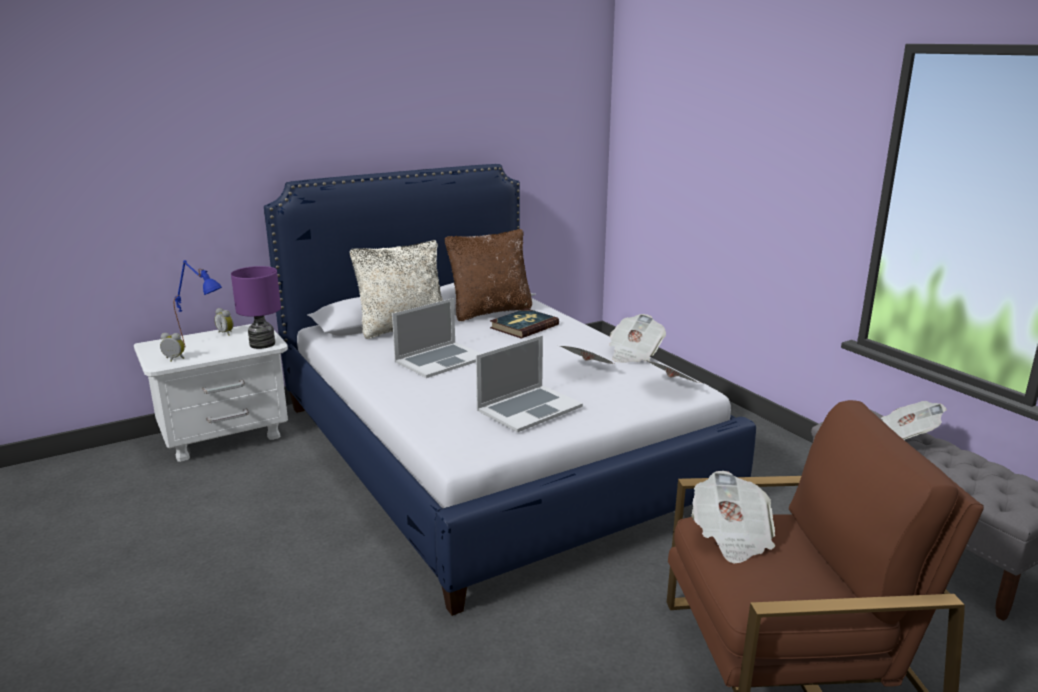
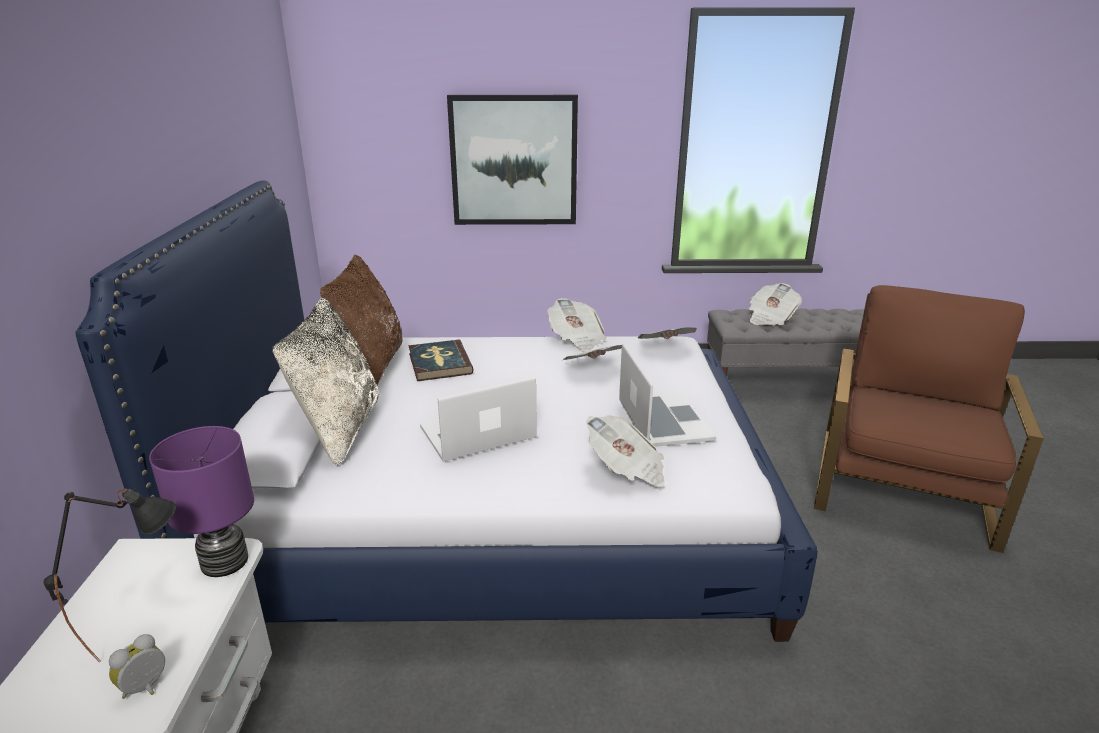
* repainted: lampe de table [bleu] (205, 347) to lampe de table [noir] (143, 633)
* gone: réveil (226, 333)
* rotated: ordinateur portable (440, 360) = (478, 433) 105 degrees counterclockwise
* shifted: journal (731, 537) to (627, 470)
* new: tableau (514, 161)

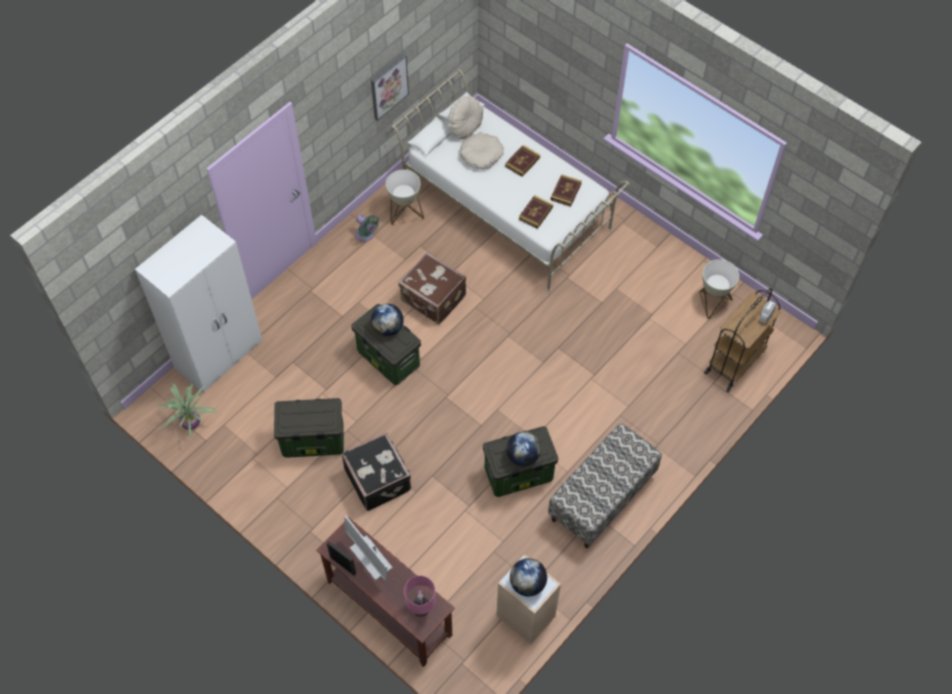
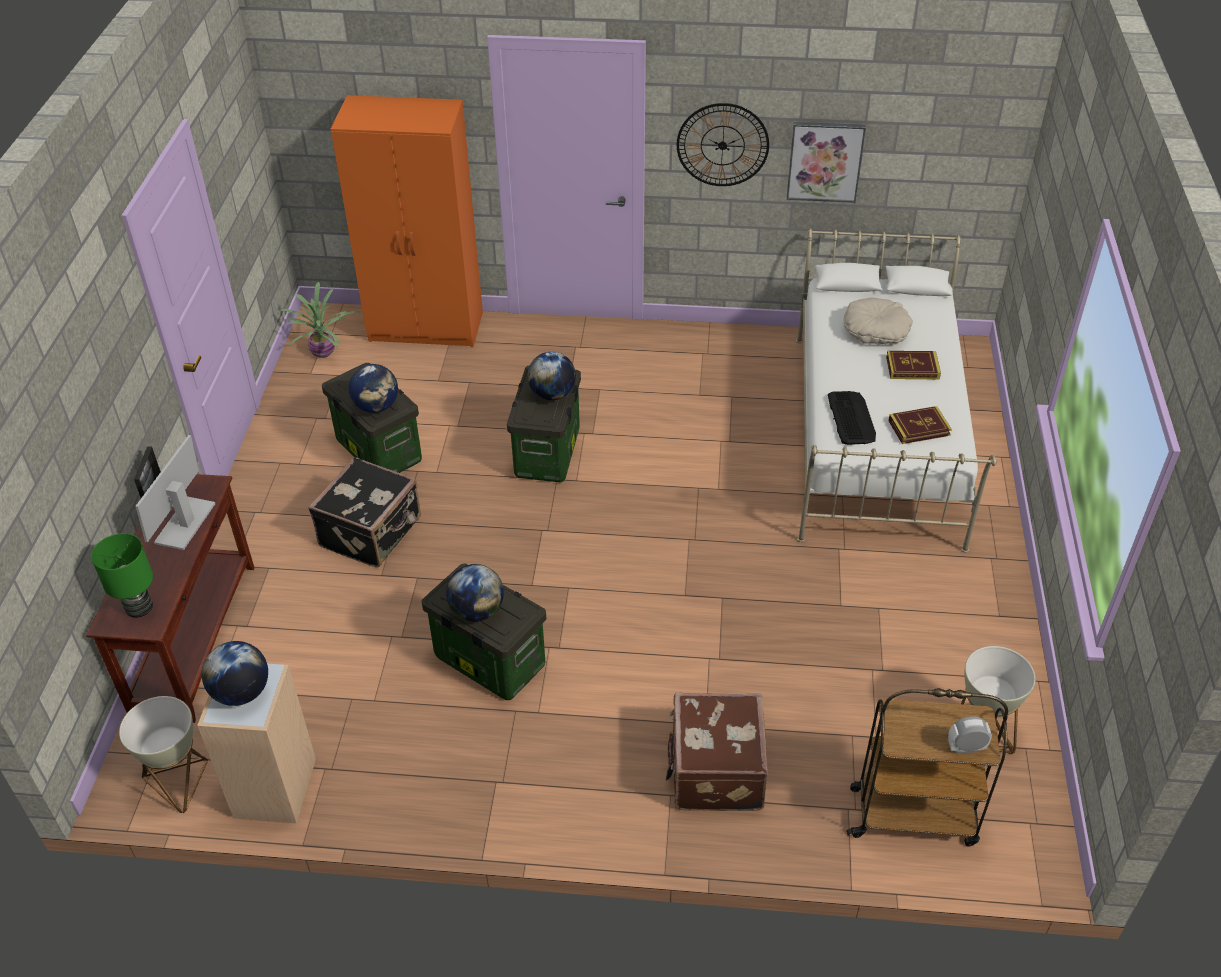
* repainted: armoire [blanc] (220, 355) to armoire [orange] (427, 328)
* gone: ventilateur [vert] (366, 235)
* shifted: cache-pot (405, 213) to (180, 782)
* shifted: valise [marron] (433, 299) to (714, 772)
* repainted: lampe de table [rose] (421, 608) to lampe de table [vert] (139, 607)
* gone: coussin [beige] (465, 129)
* swapped: livre (535, 213) to clavier (851, 418)
* gone: banc (602, 498)
* new: globe (376, 407)
* new: horloge murale (722, 145)

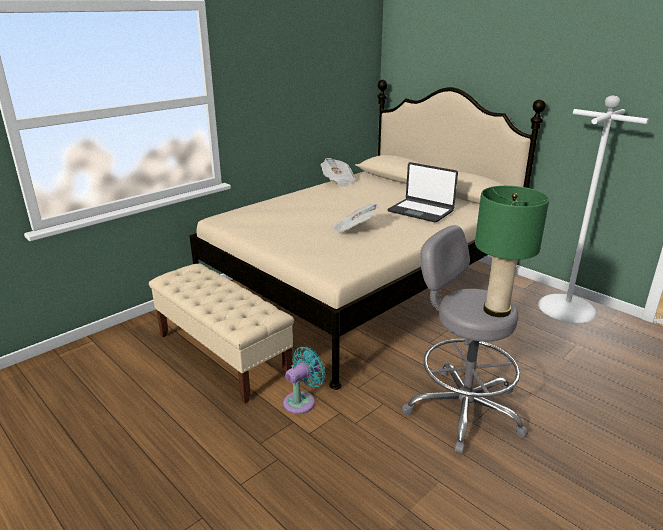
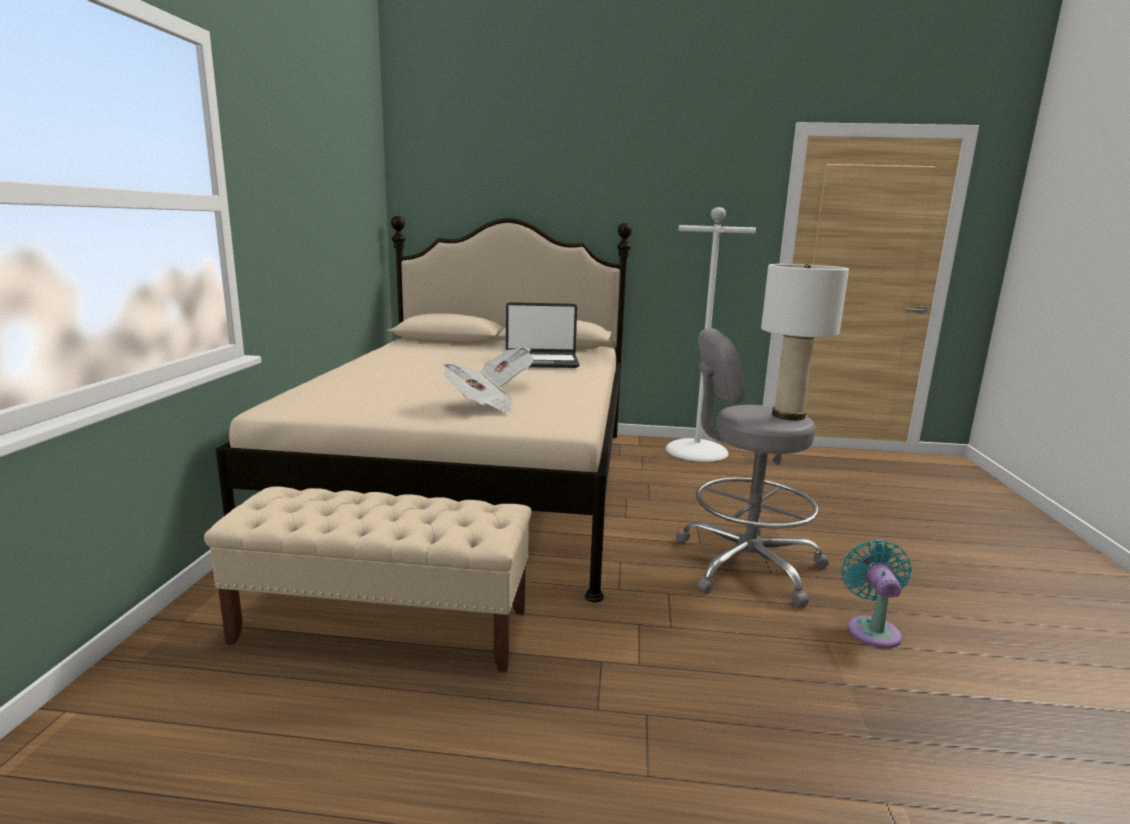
* shifted: ventilateur [turquoise] (302, 401) to (872, 629)
* shifted: journal (338, 181) to (480, 407)
* repainted: lampe de table [vert] (496, 310) to lampe de table [blanc] (788, 415)

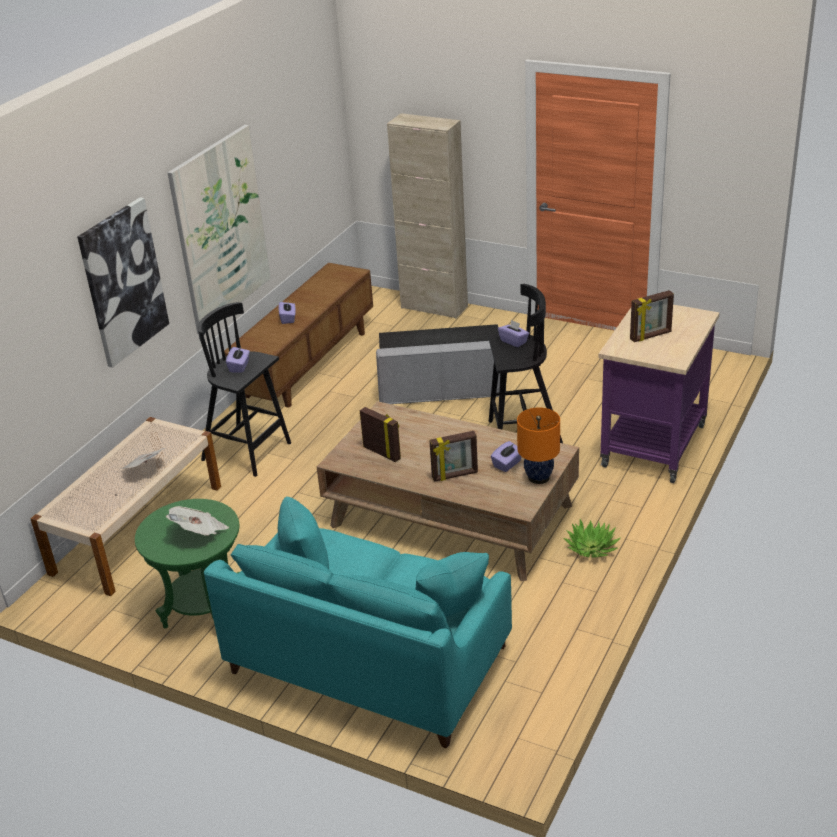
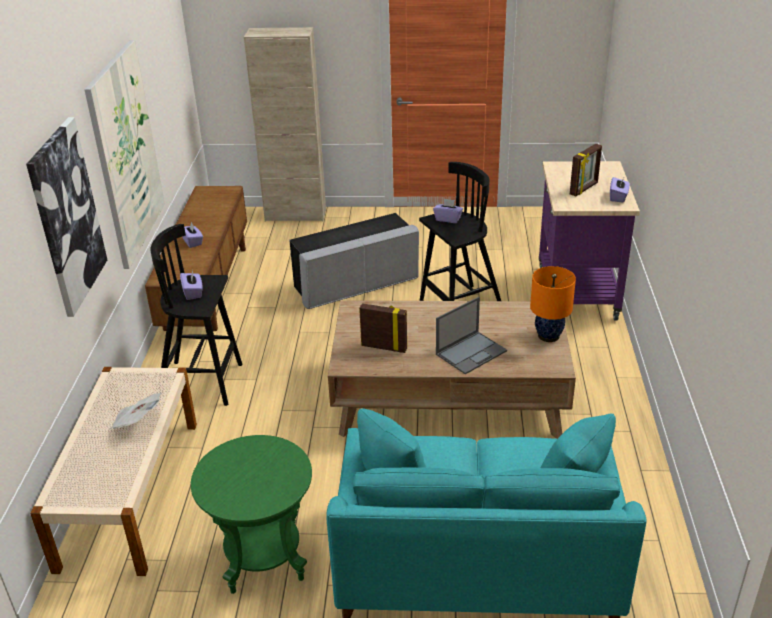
* gone: journal (200, 532)
* swapped: cadre photo (455, 475) to ordinateur portable (471, 352)
* shifted: boîte à mouchoirs [violet] (507, 464) to (618, 197)
* gone: plante en pot (591, 548)

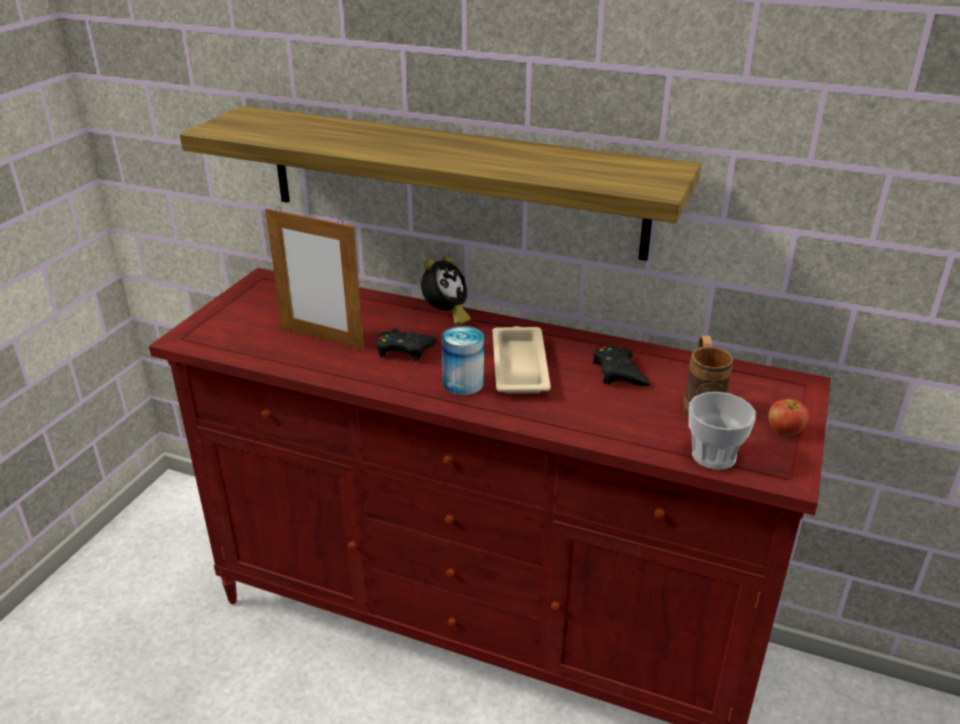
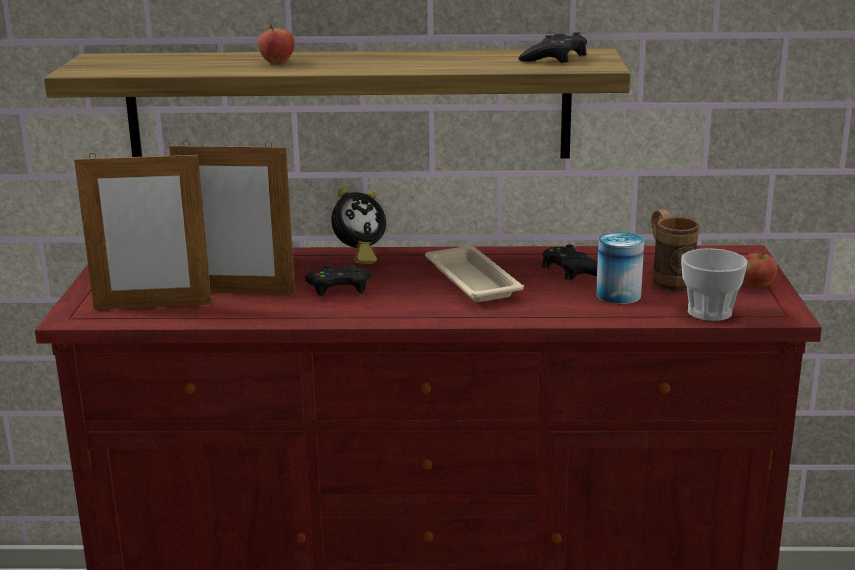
* rotated: réveil (446, 315) = (358, 255) 45 degrees clockwise
* shifted: boîte métallique (463, 383) to (618, 295)
* new: cadre photo (153, 306)
* new: pomme (277, 62)
* new: manette [noir] (555, 58)

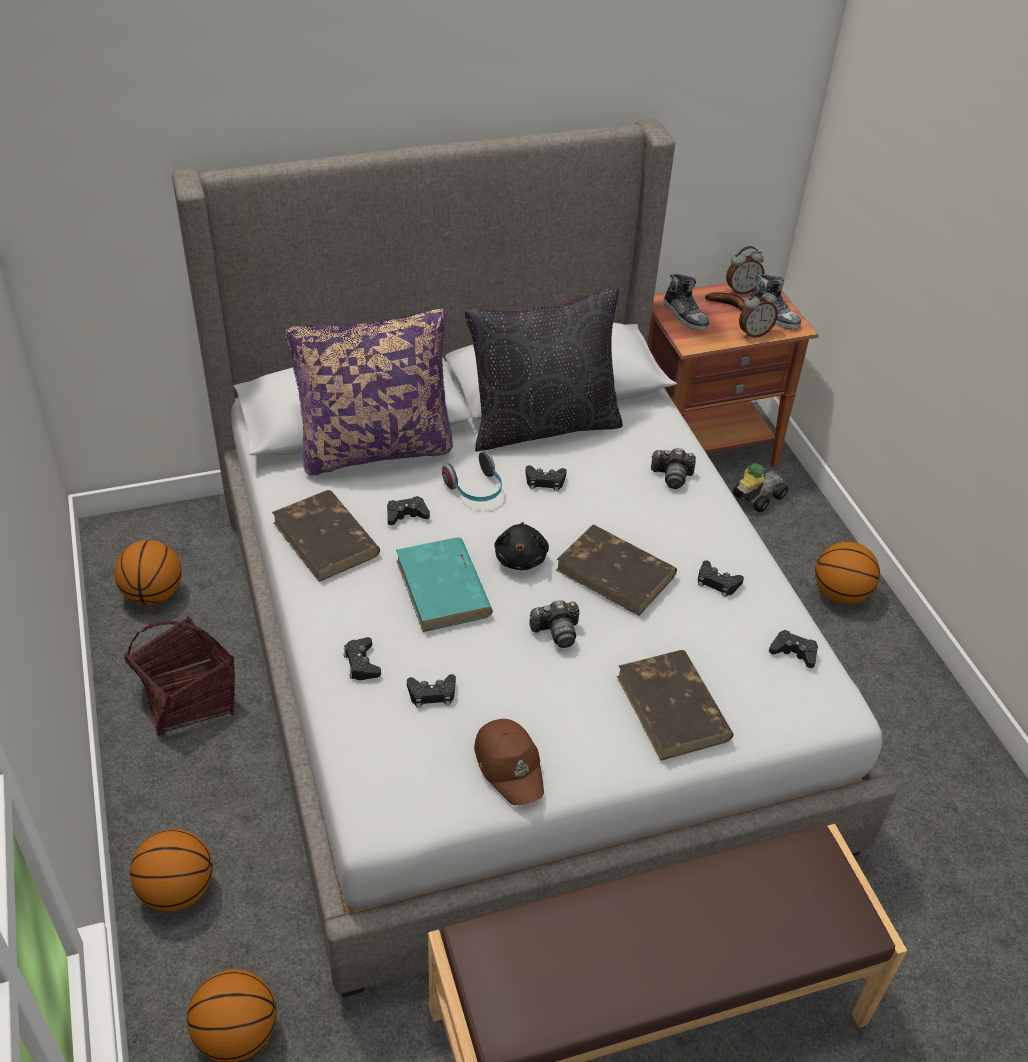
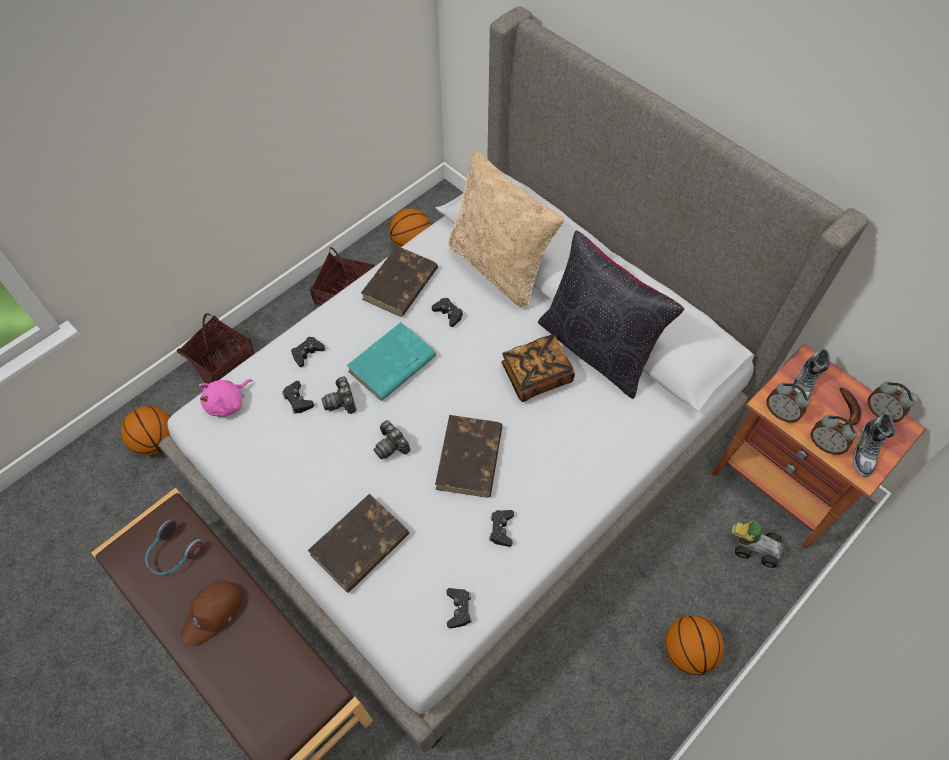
* swapped: ballon de basket (177, 890) to panier (225, 368)
* repainted: coussin [violet] (377, 452) to coussin [beige] (498, 270)
* shifted: casque audio (475, 489) to (173, 554)
* shifted: casquette [marron] (510, 765) to (214, 613)
* gone: peluche [noir] (521, 558)
* swapped: manette [noir] (545, 481) to livre (536, 376)
* shifted: appareil photo (672, 476) to (341, 401)
* new: peluche [rose] (228, 403)
* new: réveil (780, 413)

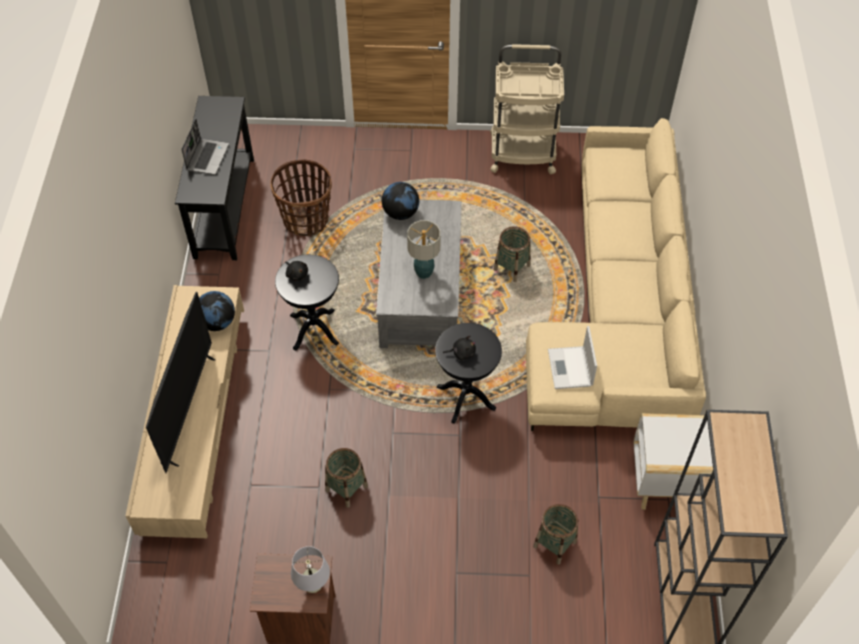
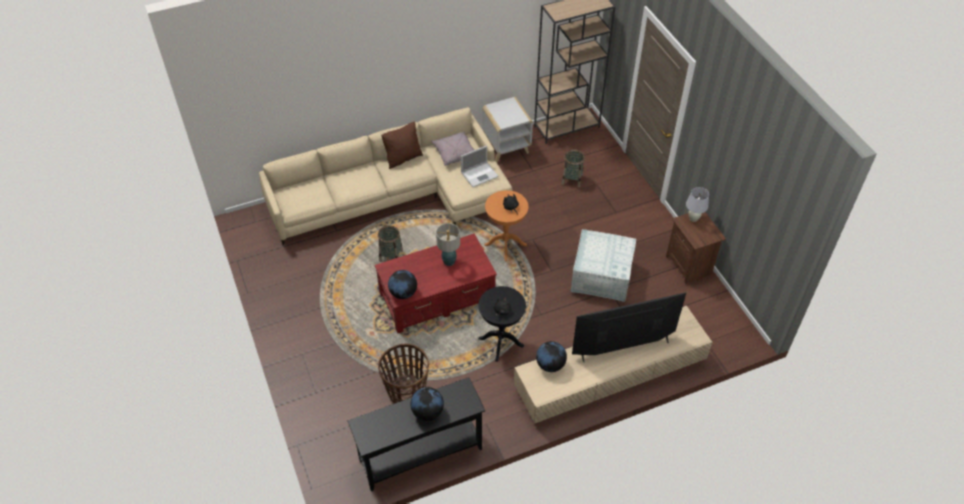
* swapped: ordinateur portable (207, 157) to globe (427, 412)
* swapped: panier (346, 488) to pouf [blanc] (601, 277)
* repainted: table basse [gris] (419, 292) to table basse [rouge] (437, 297)
* repainted: table d'appoint [noir] (466, 397) to table d'appoint [orange] (505, 245)
* gone: chariot [beige] (522, 154)
* new: coussin [marron] (403, 158)
* new: coussin [violet] (454, 153)

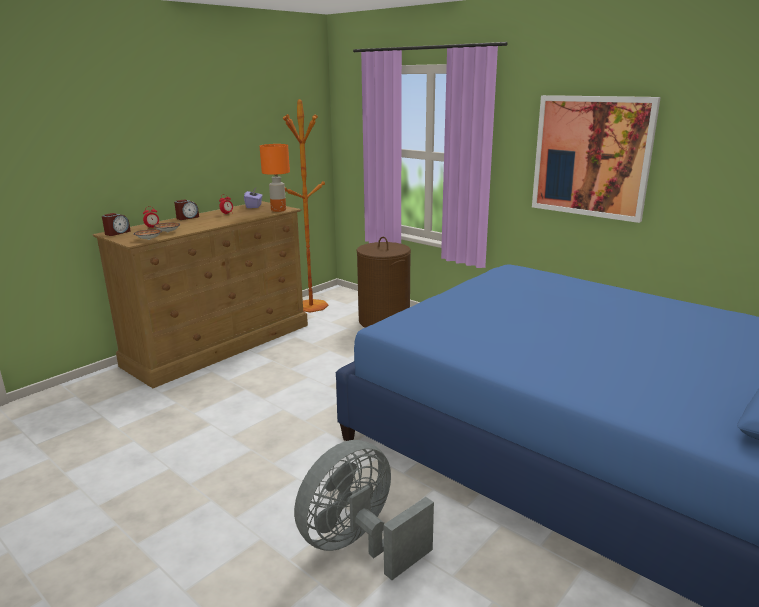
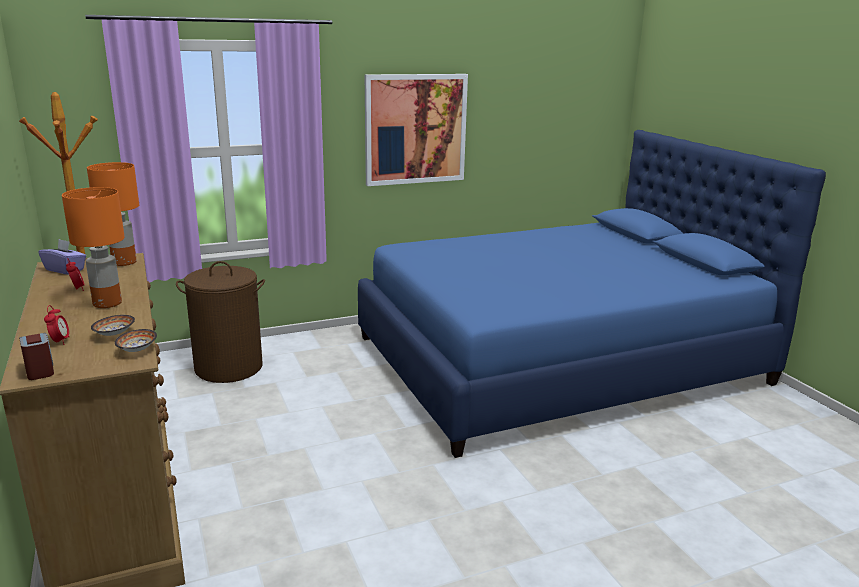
* gone: réveil (187, 218)
* gone: ventilateur [gris] (359, 545)
* new: lampe de table [orange] (107, 304)

